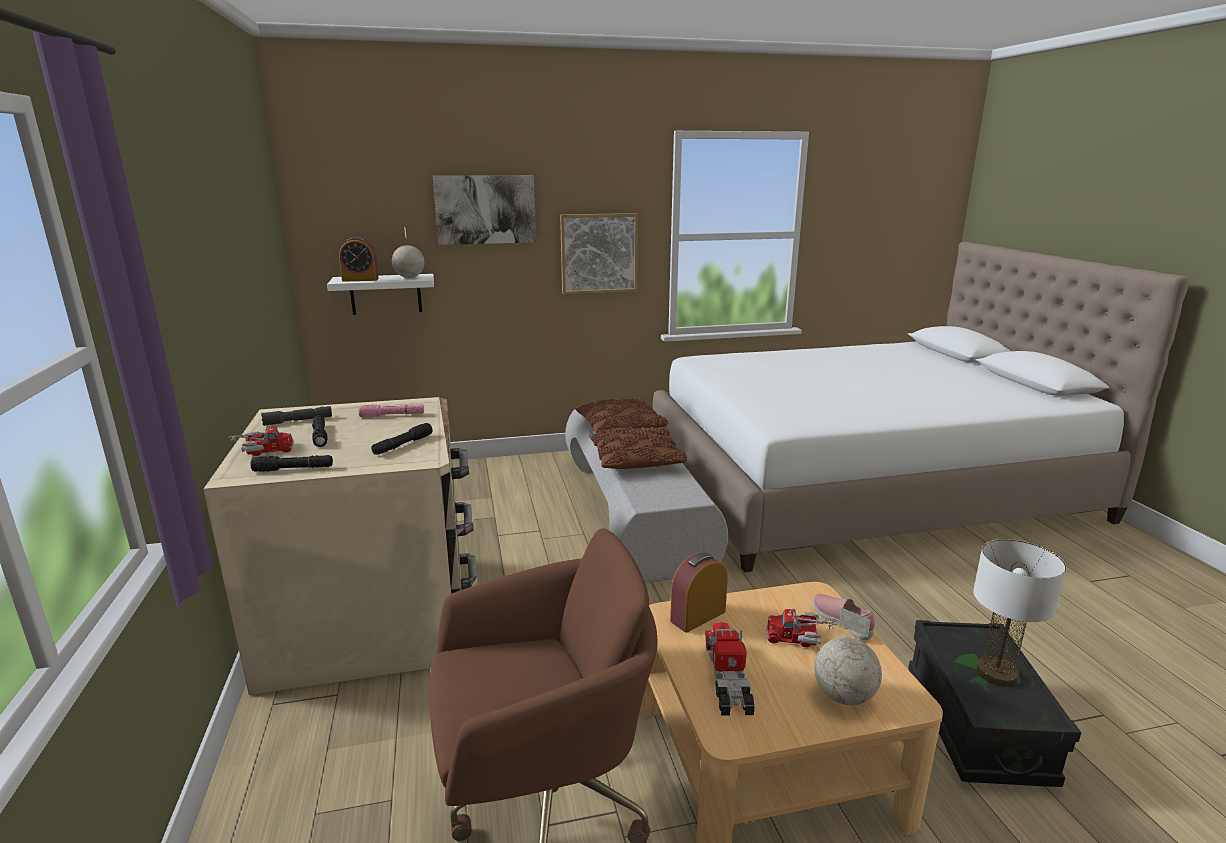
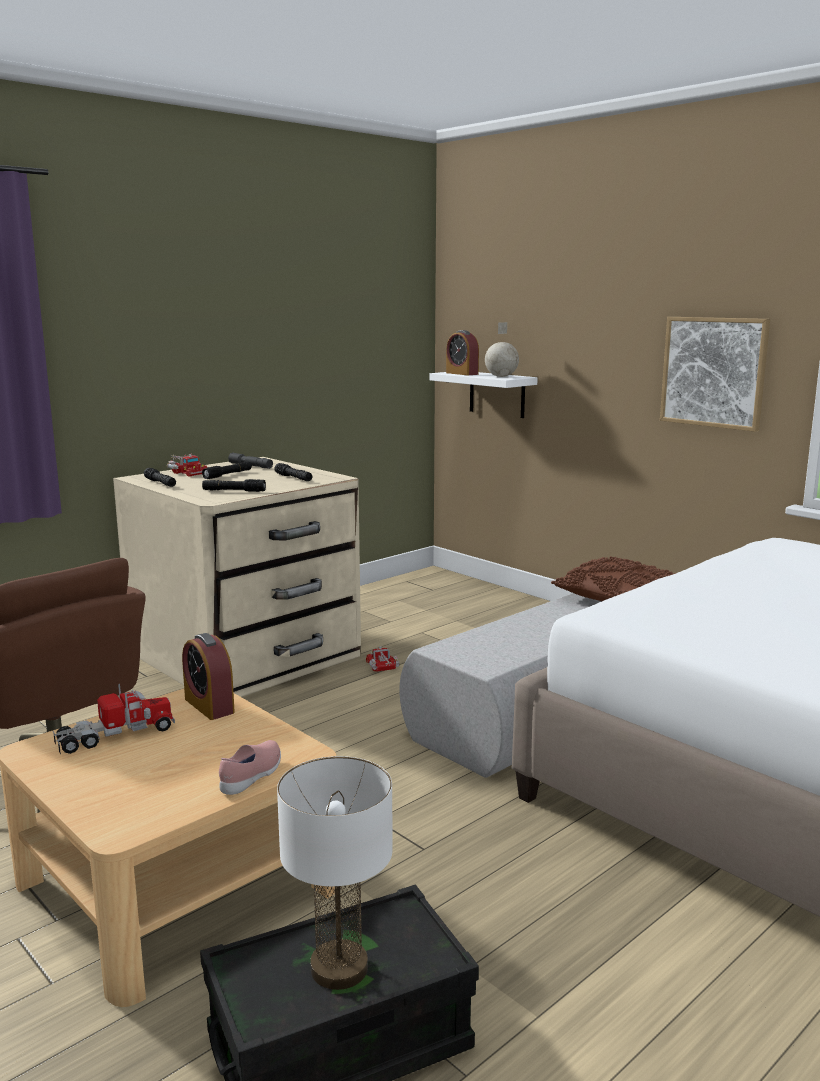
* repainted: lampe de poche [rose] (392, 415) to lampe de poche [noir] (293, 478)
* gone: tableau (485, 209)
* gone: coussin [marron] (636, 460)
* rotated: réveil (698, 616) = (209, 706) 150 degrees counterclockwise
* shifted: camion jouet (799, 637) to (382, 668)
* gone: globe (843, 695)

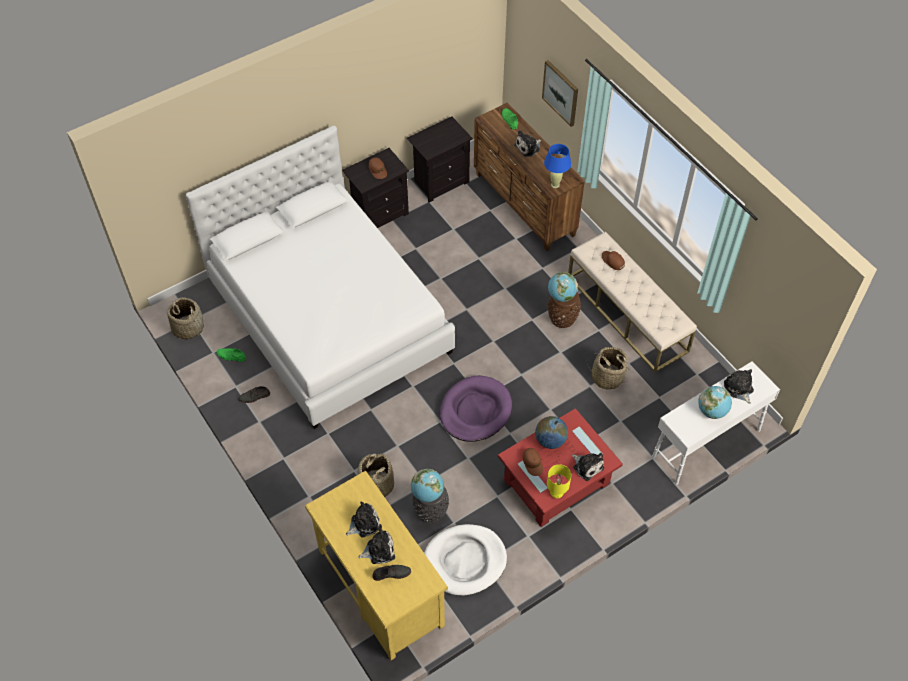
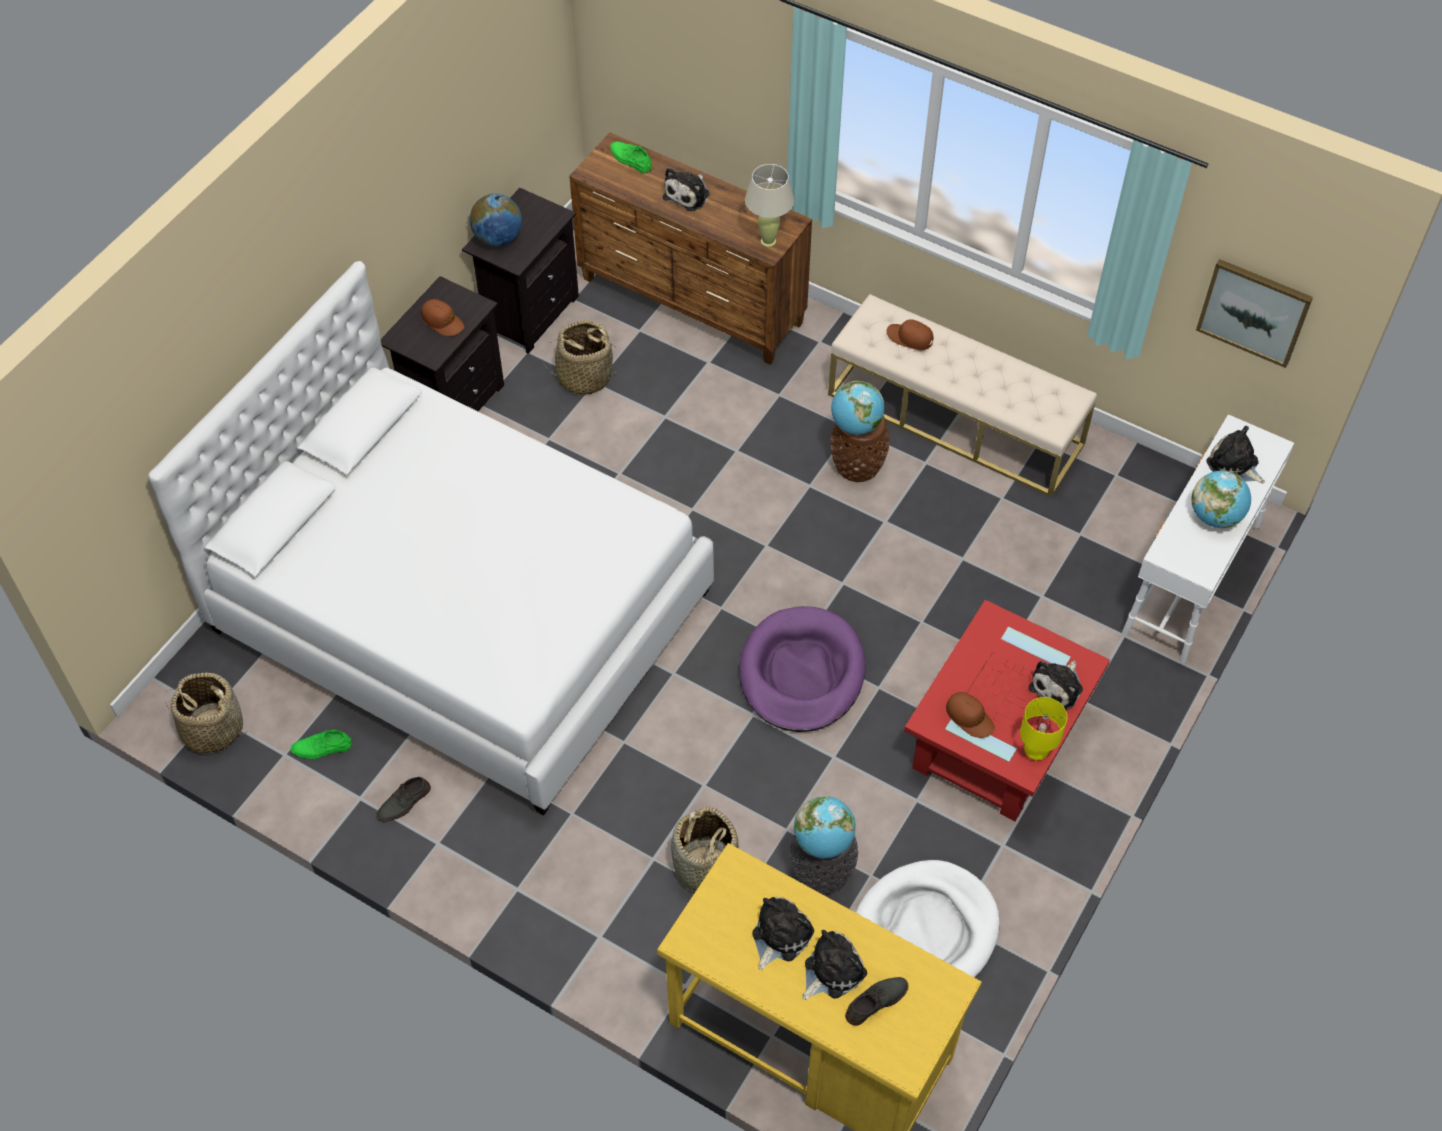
* shifted: globe (550, 440) to (498, 238)
* shifted: tableau (561, 92) to (1254, 311)
* repainted: lampe de table [bleu] (555, 185) to lampe de table [beige] (768, 241)
* rotated: peluche (587, 466) = (1058, 687) 105 degrees clockwise
* shifted: panier (607, 377) to (584, 376)

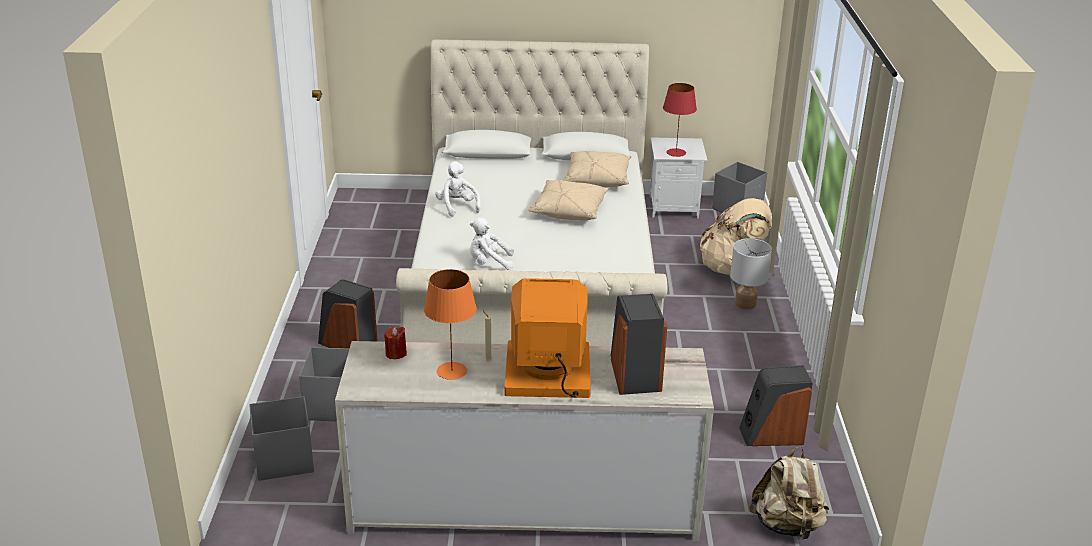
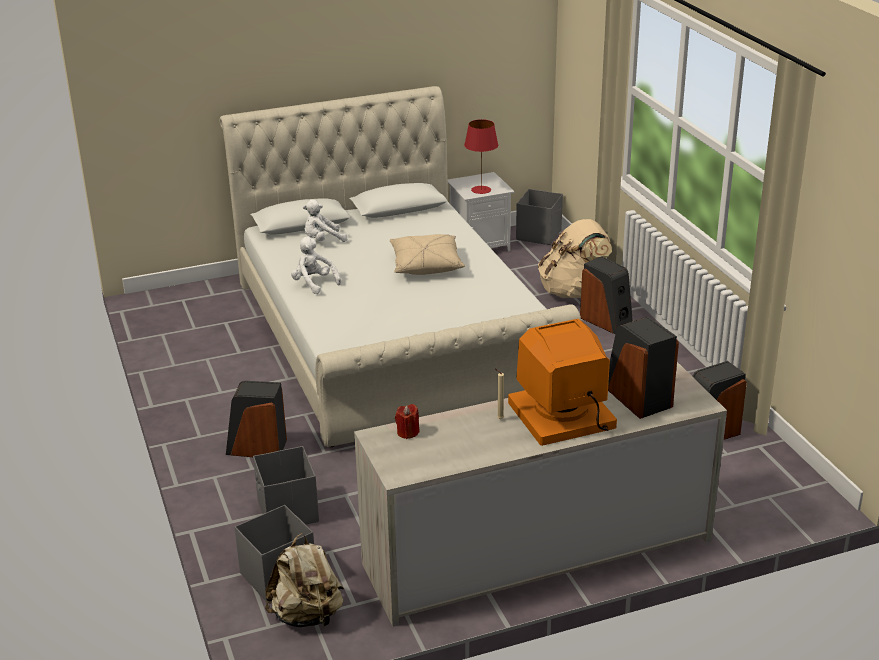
* gone: lampe de table [orange] (452, 371)
* shifted: peluche [blanc] (489, 263) to (323, 240)
* gone: coussin [beige] (597, 179)
* swapped: lampe de table [gris] (745, 303) to enceinte (606, 321)
* shifted: sac à dos [beige] (787, 525) to (307, 616)

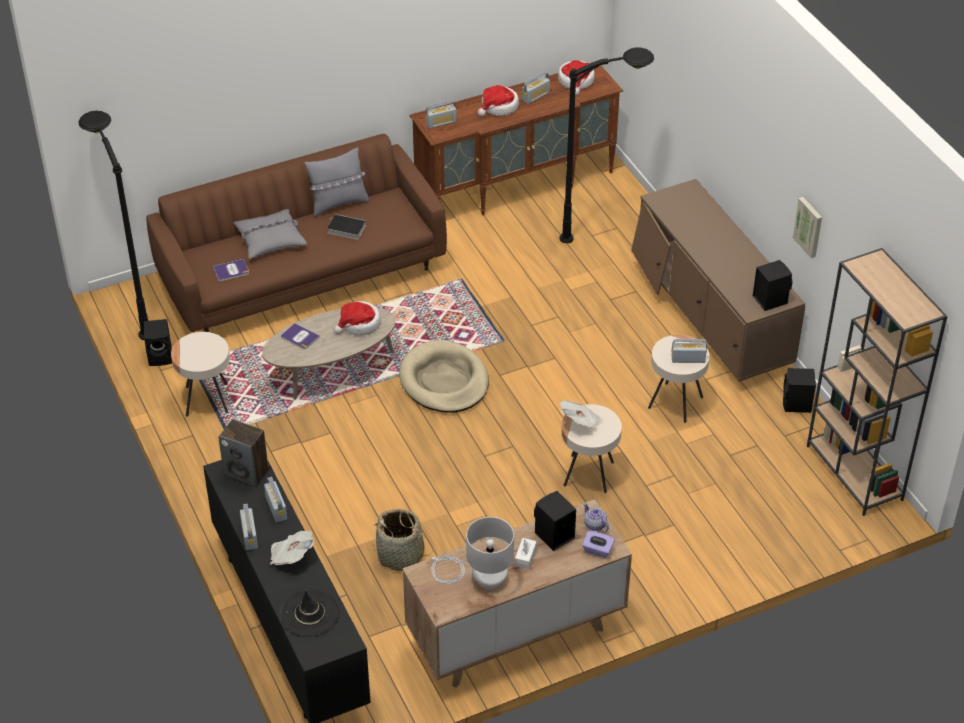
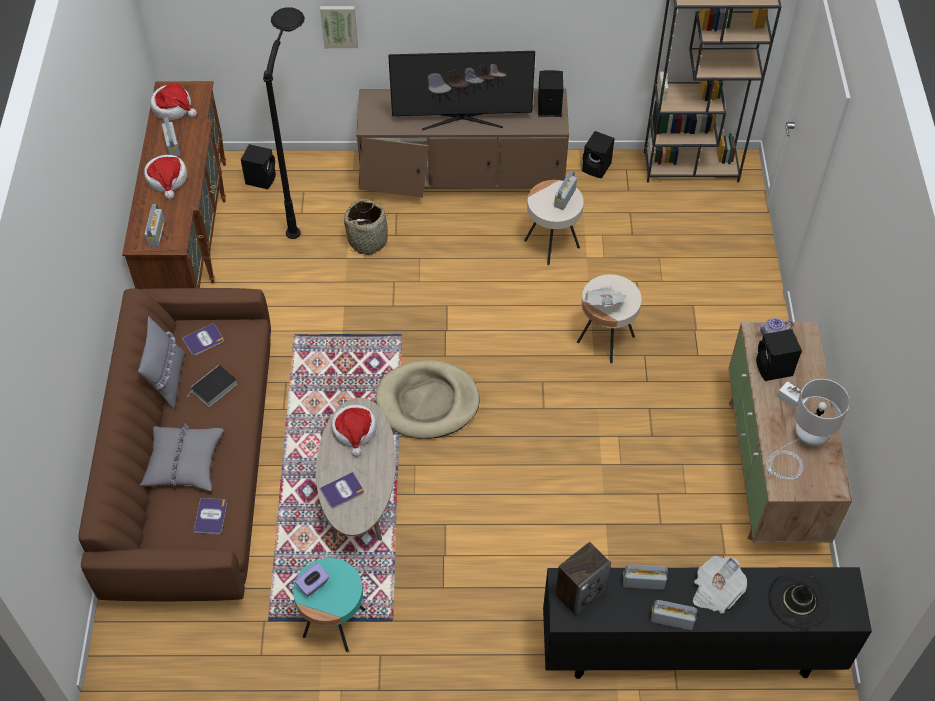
* gone: lampadaire [noir] (132, 306)
* shifted: enceinte [noir] (161, 356) to (261, 178)
* repainted: table d'appoint [beige] (207, 400) to table d'appoint [turquoise] (334, 623)
* shifted: panier (401, 555) to (368, 240)
* shifted: boîte à mouchoirs [violet] (597, 550) to (313, 584)
* shifted: tableau (809, 227) to (339, 25)
* new: livre (203, 340)
* new: téléviseur (461, 119)

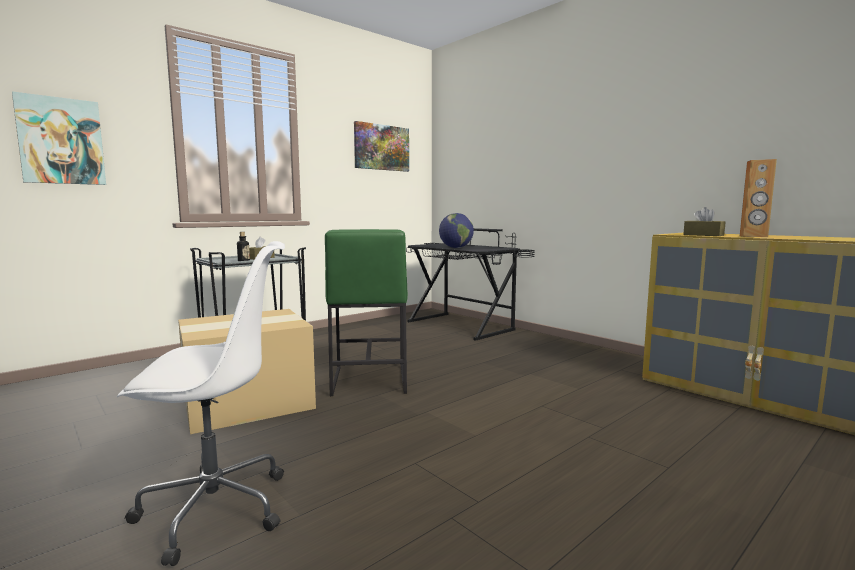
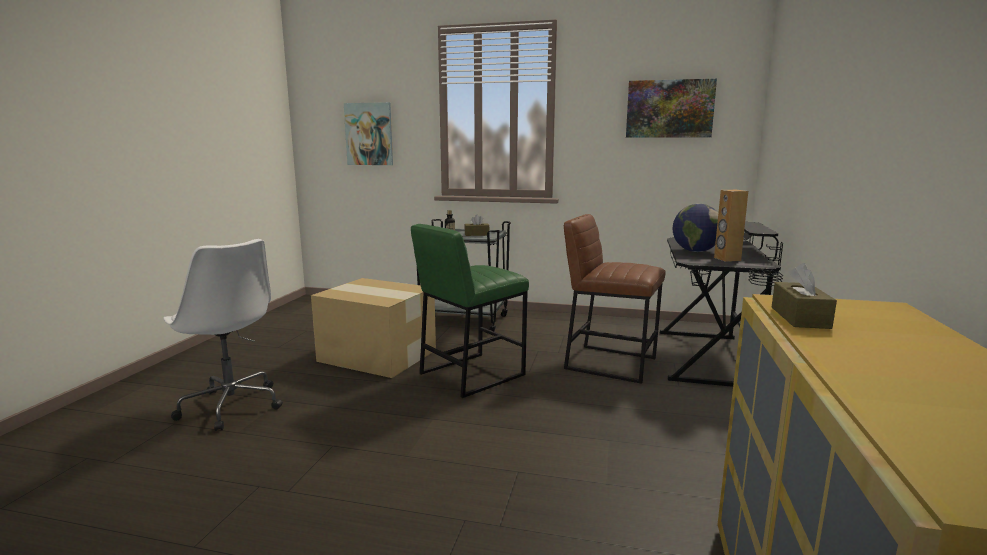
* shifted: enceinte [marron] (753, 236) to (727, 259)
* new: chaise [marron] (609, 363)

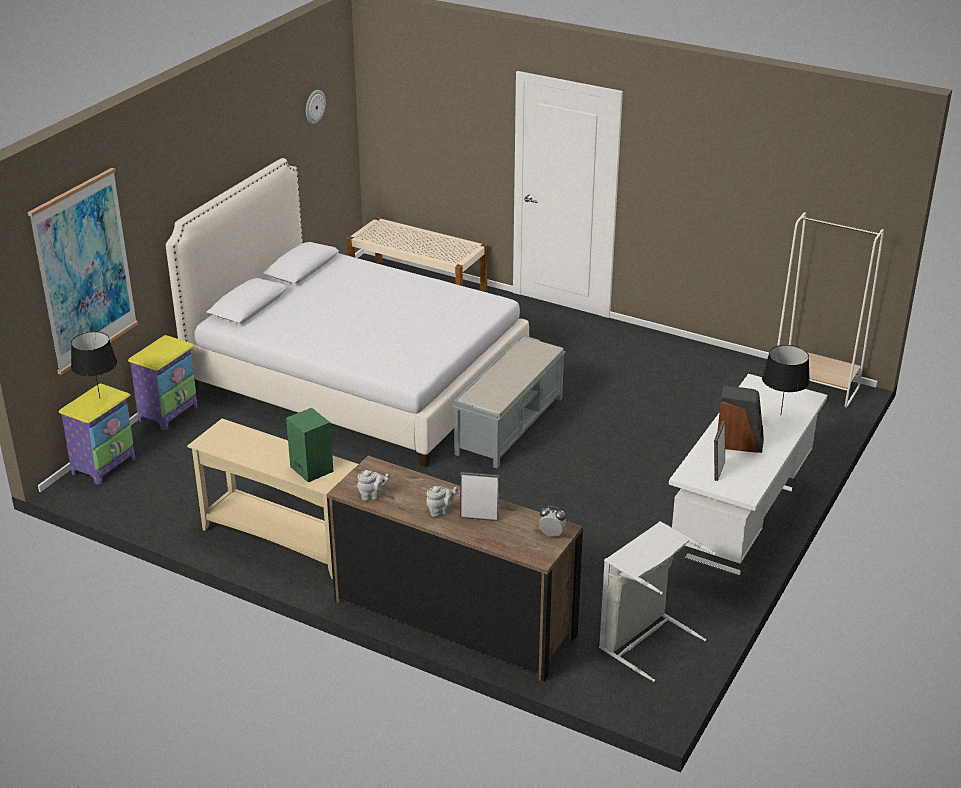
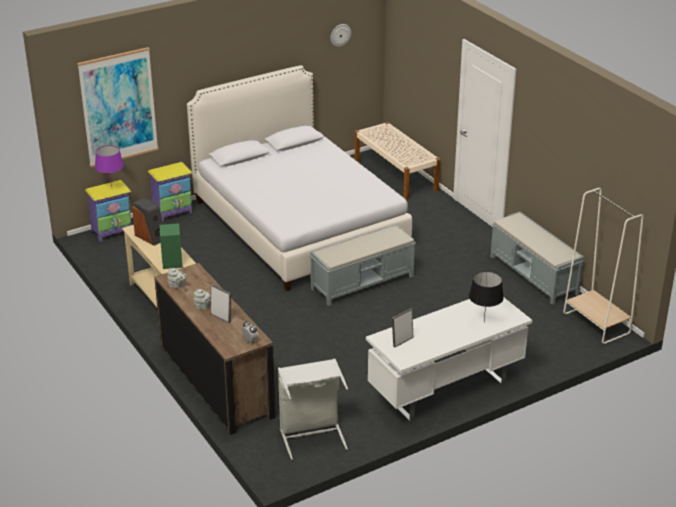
* repainted: lampe de table [noir] (100, 398) to lampe de table [violet] (112, 188)
* shifted: enceinte (739, 443) to (150, 237)
* new: banc [gris] (534, 275)

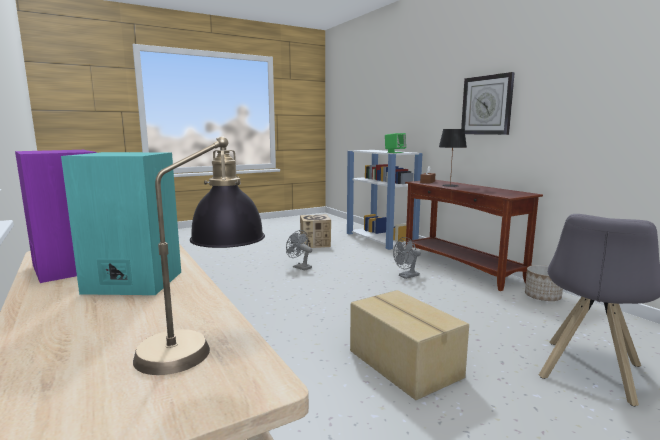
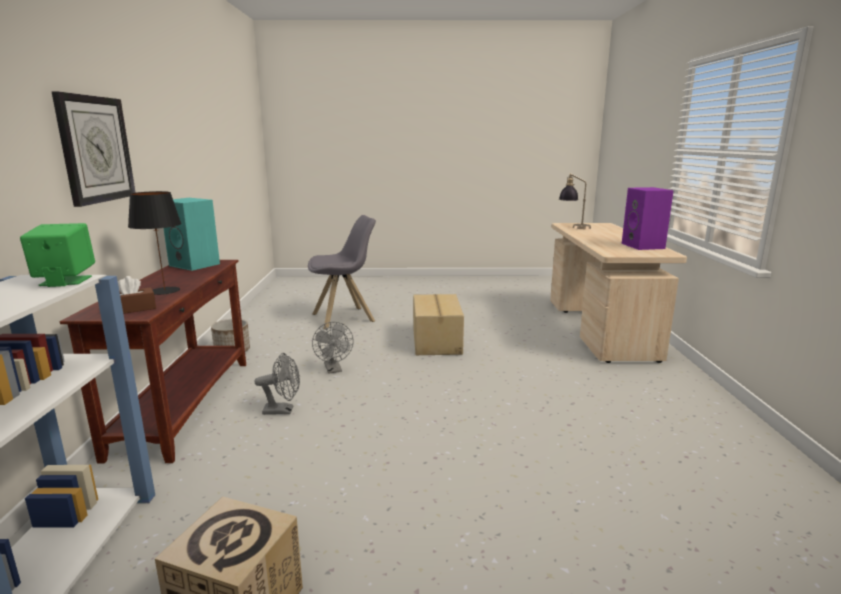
* shifted: enceinte [turquoise] (130, 283) to (196, 265)
* shifted: ventilateur [gris] (299, 267) to (334, 370)

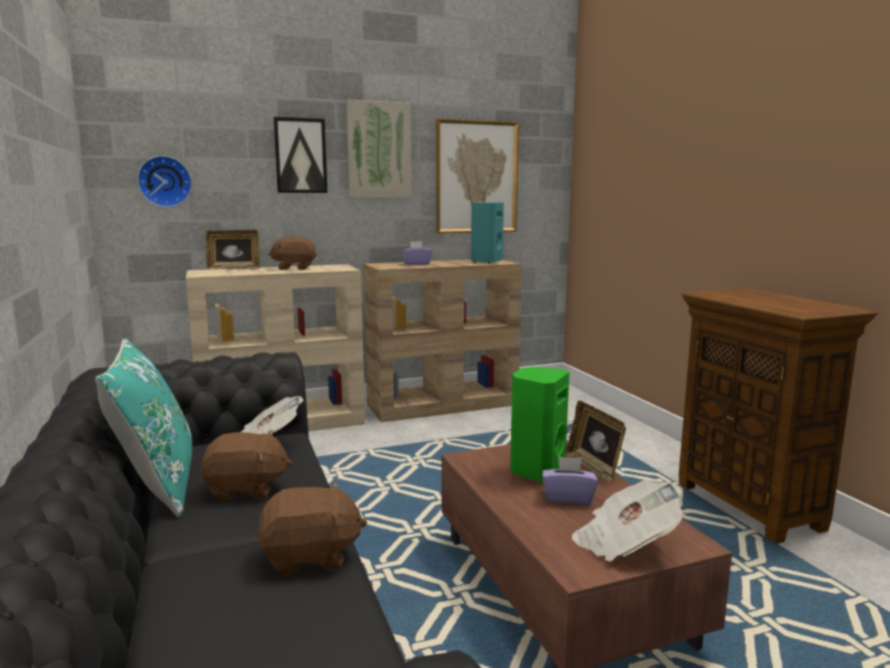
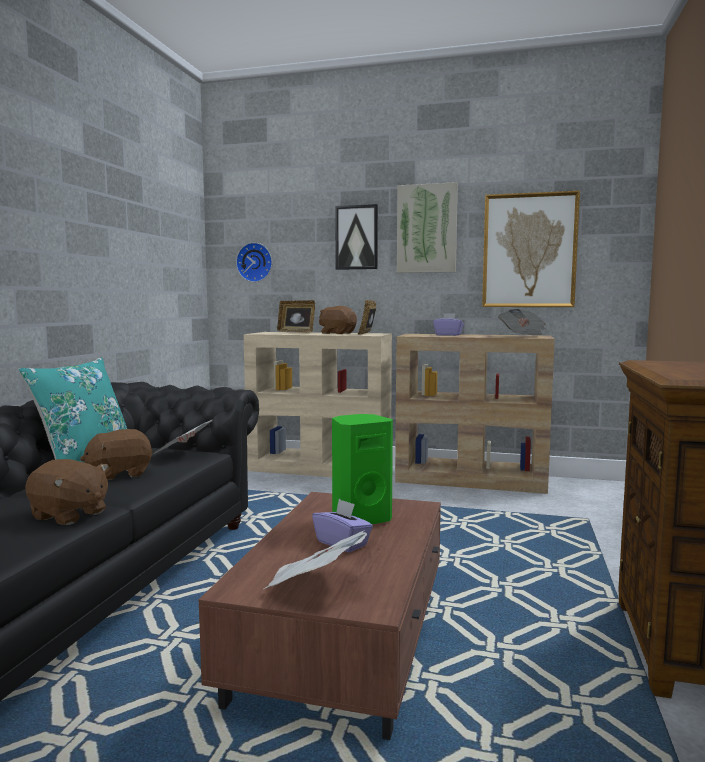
* rotated: peluche [marron] (246, 489) = (120, 474) 120 degrees clockwise
* swapped: enceinte [turquoise] (485, 261) to journal (523, 336)
* shifted: cadre photo (594, 467) to (367, 334)

